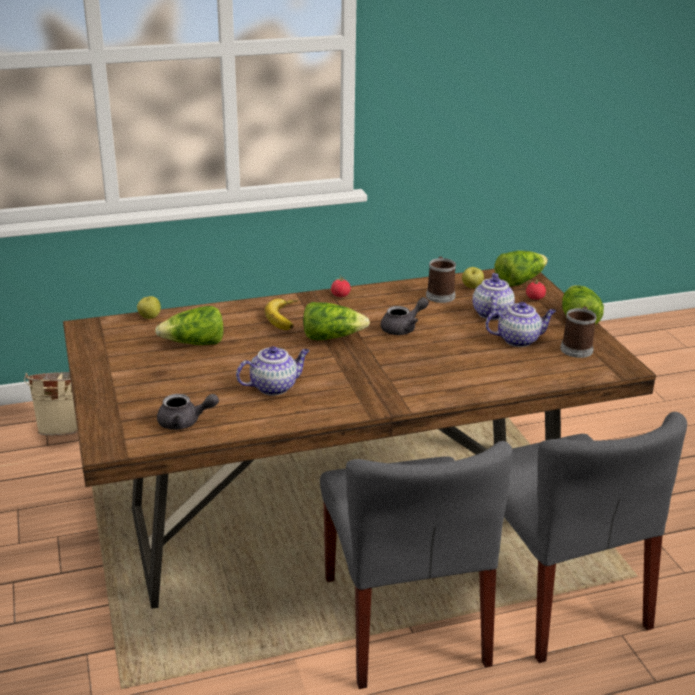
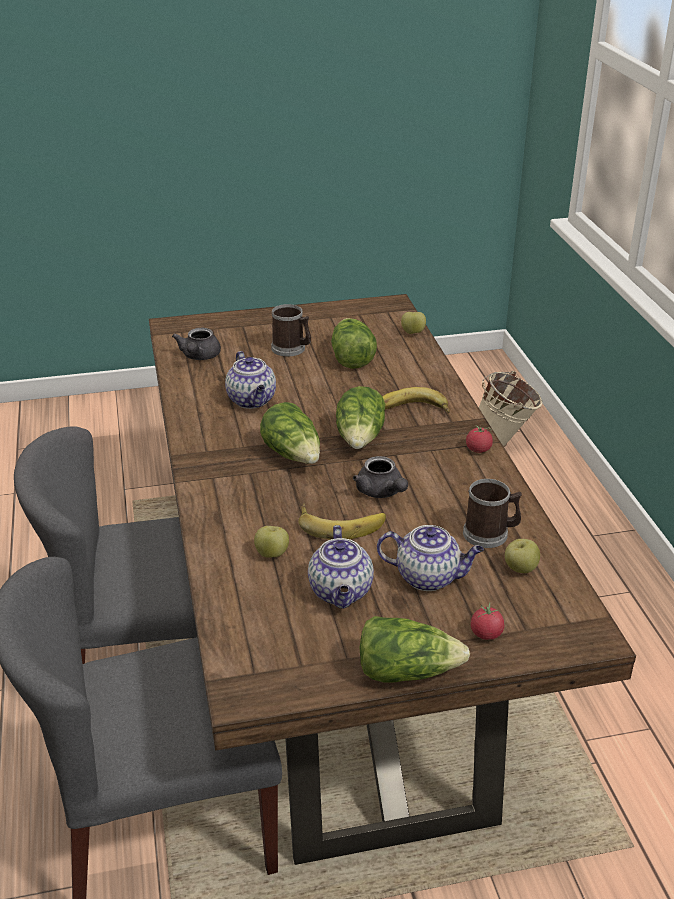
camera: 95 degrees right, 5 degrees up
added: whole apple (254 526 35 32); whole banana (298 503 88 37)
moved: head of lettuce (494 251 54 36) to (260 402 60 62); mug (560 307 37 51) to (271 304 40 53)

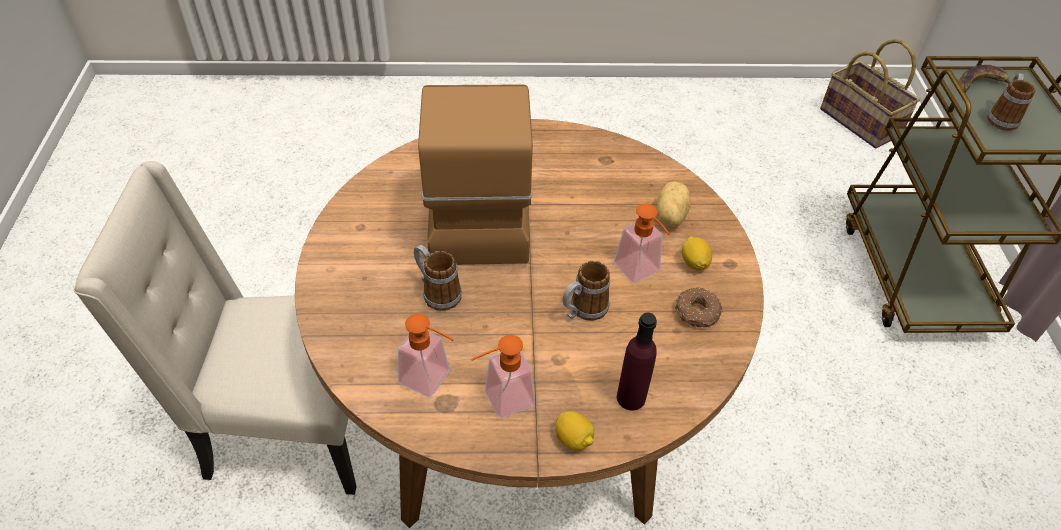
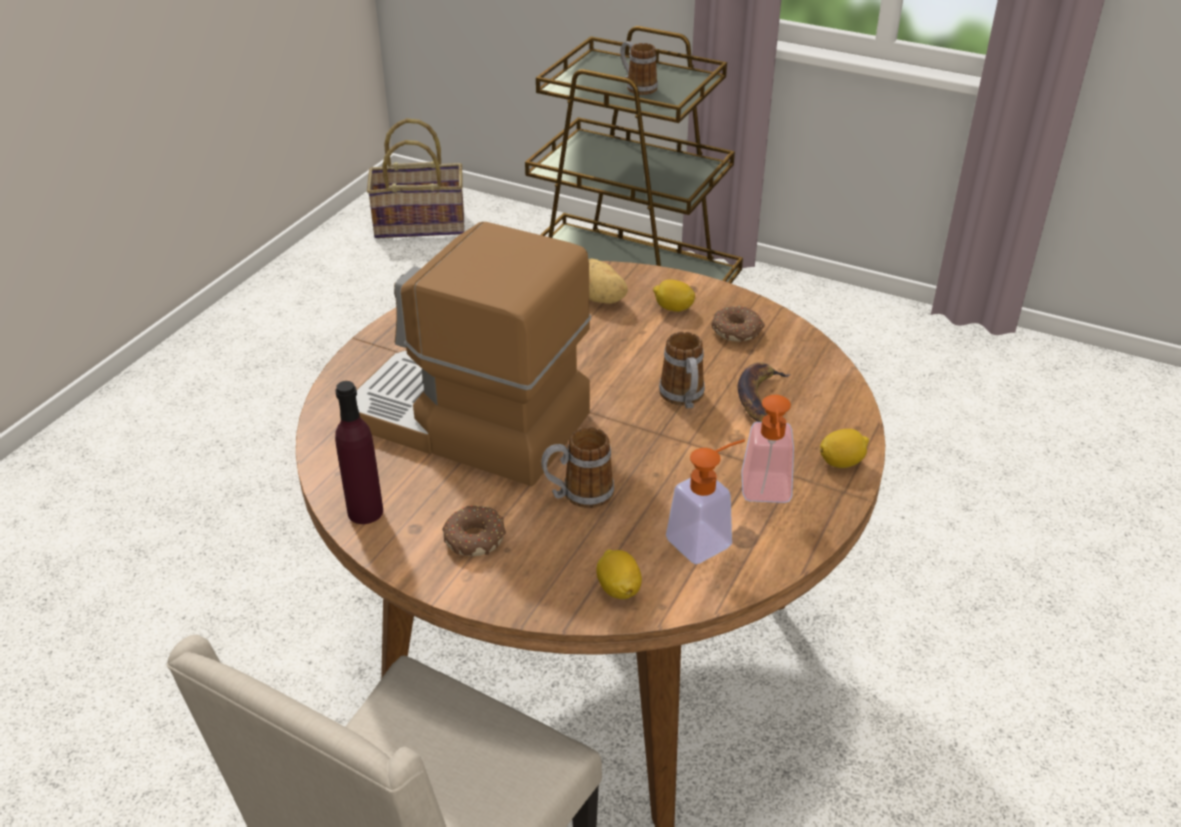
camera: 60 degrees left, 10 degrees down
removed: liquid soap bottle (614 204 56 79)
added: ring doughnut (442 505 64 51); citrus fruit (596 549 46 50)
moved: purplish drink bottle (617 312 40 99) to (335 381 48 143); whole banana (959 65 51 27) to (738 362 53 60)

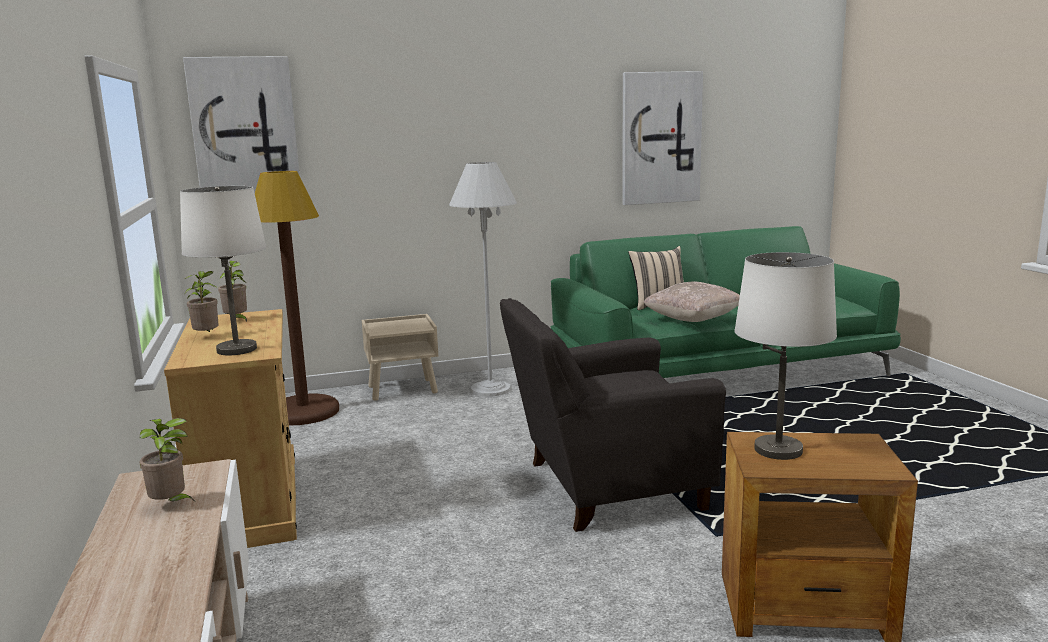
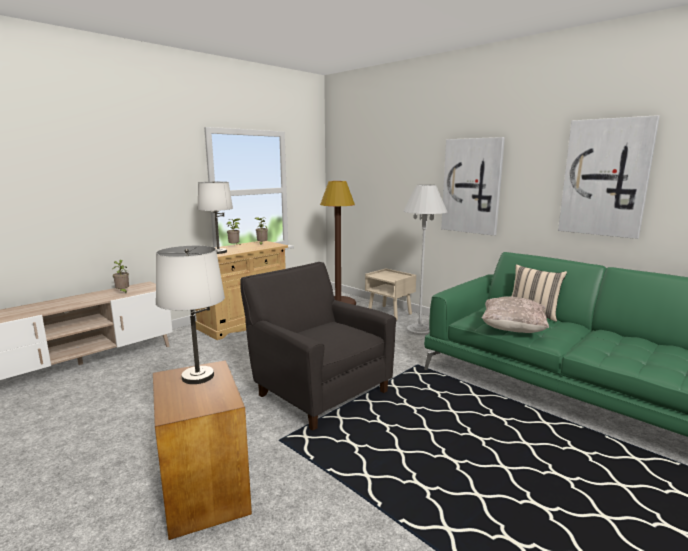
camera: 60 degrees right, 0 degrees up
moved: wall picture (183 56 117 137) to (441 137 64 99)

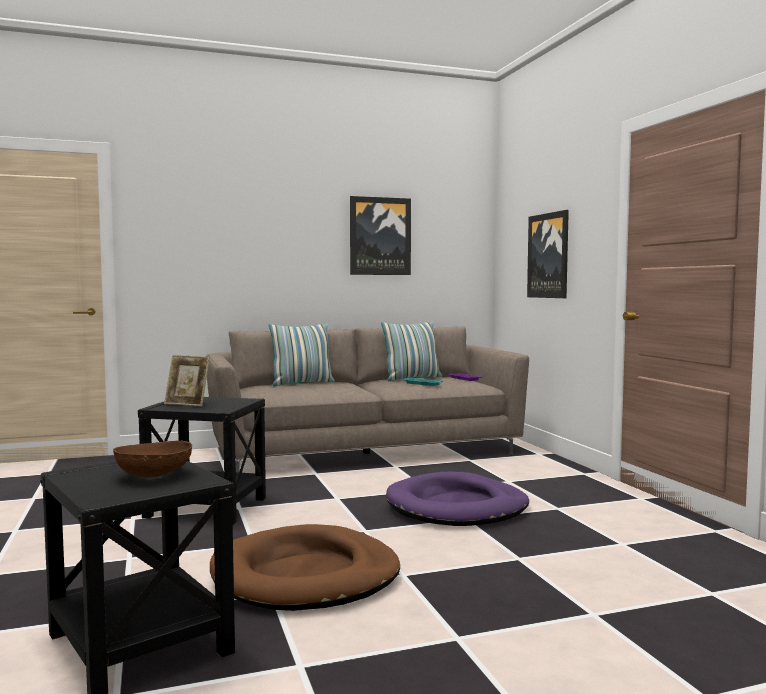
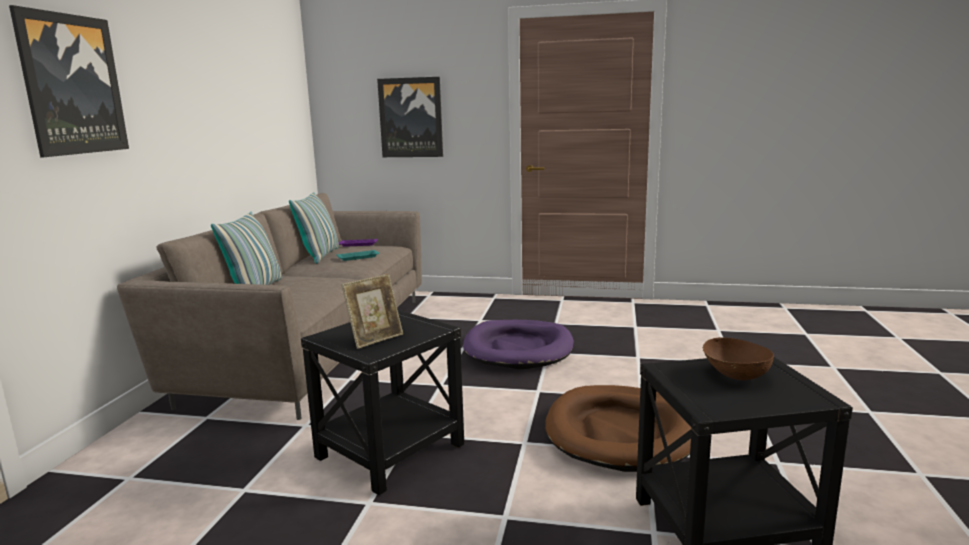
camera: 60 degrees left, 10 degrees up
moved: wall picture (350 196 61 79) to (9 5 120 152)

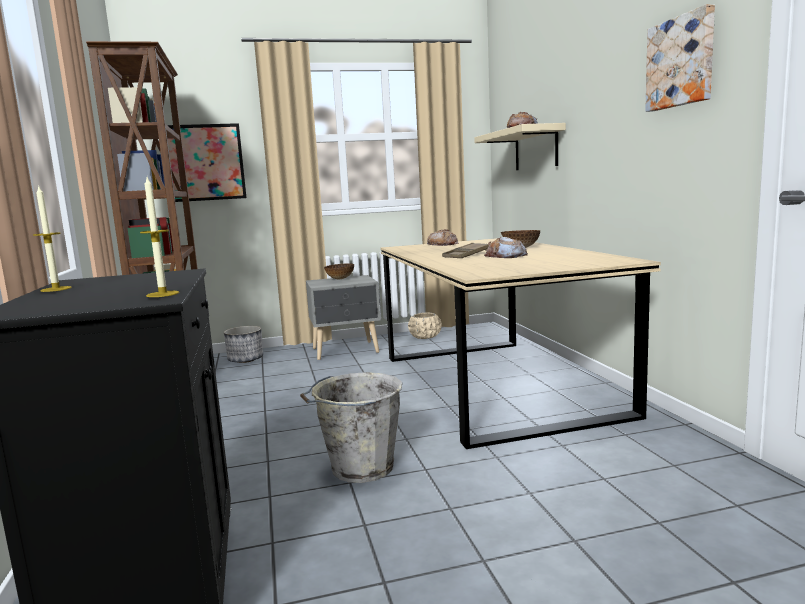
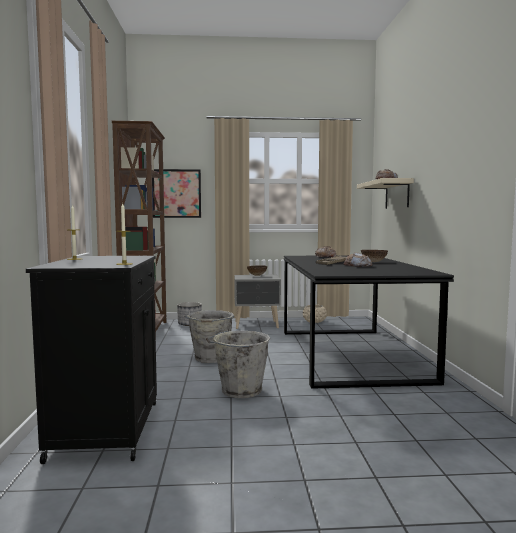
camera: 10 degrees right, 5 degrees down
removed: wall picture (645 4 70 108)
added: greyish bucket (184 310 51 53)
recoloured: beige kitchen table (381 238 280 211) to black kitchen table (284 255 170 134)

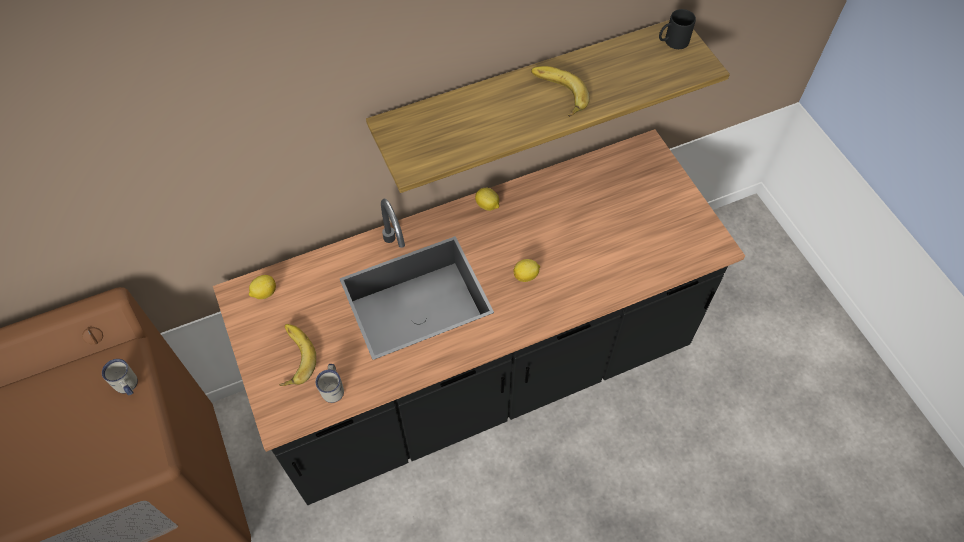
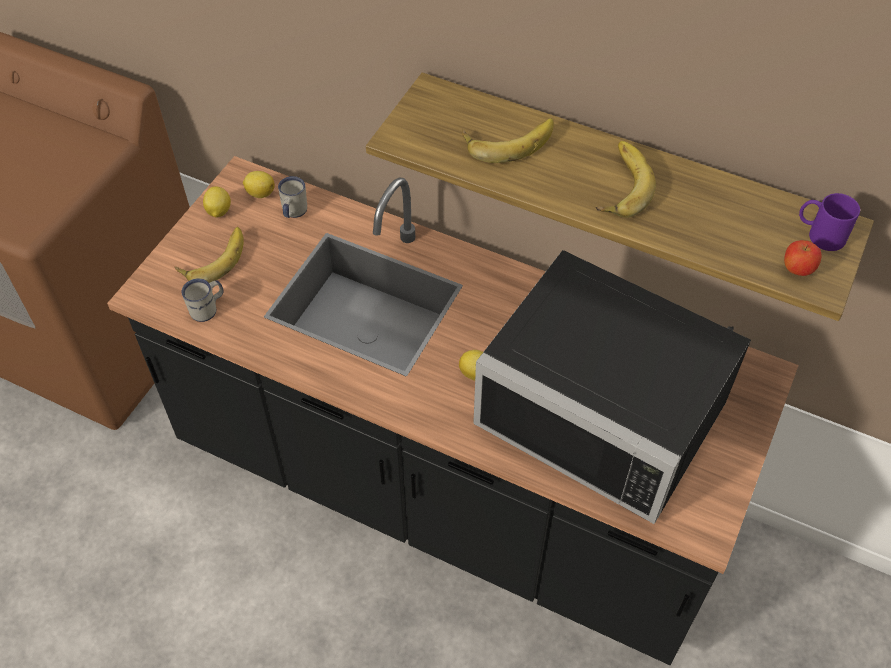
camera: 50 degrees right, 5 degrees down
added: whole banana (462 118 92 45); black microwave oven (473 250 278 274); whole apple (784 240 38 36)
moved: citrus fruit (475 188 24 23) to (203 186 28 32); whitish mug (102 359 36 37) to (278 176 29 42)
recoloured: black mug (659 9 37 40) to purplish mug (799 193 61 58)

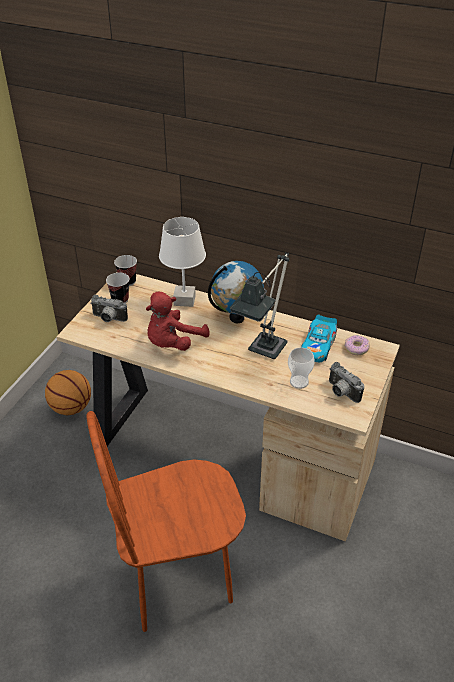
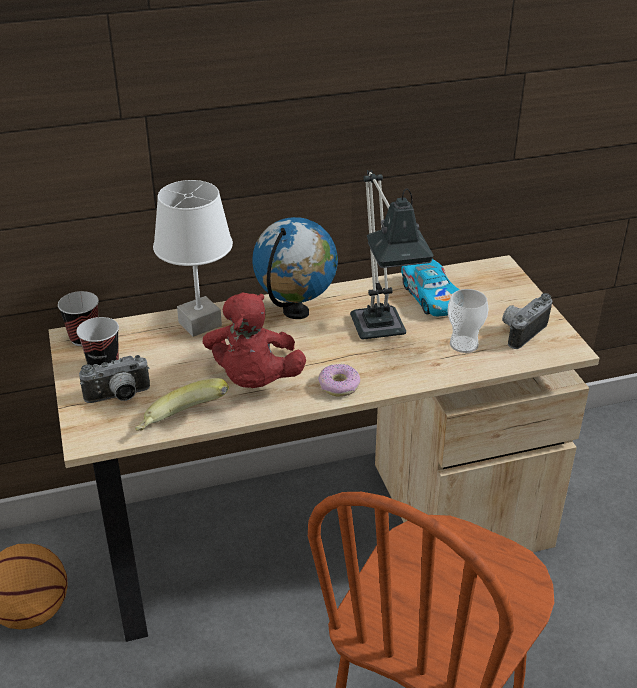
camera: 40 degrees left, 5 degrees down
added: whole banana (135 378 94 53)
moved: ring doughnut (344 335 26 20) to (318 364 42 33)
turned: still camera (329 362 35 41) = (502 293 50 56) 120 degrees clockwise

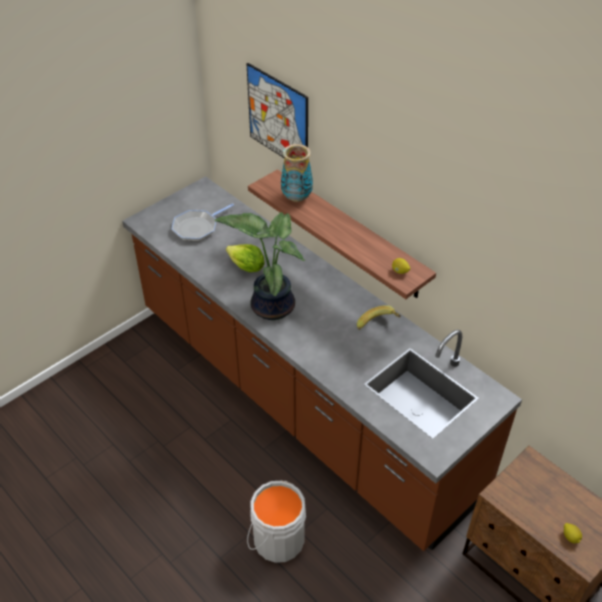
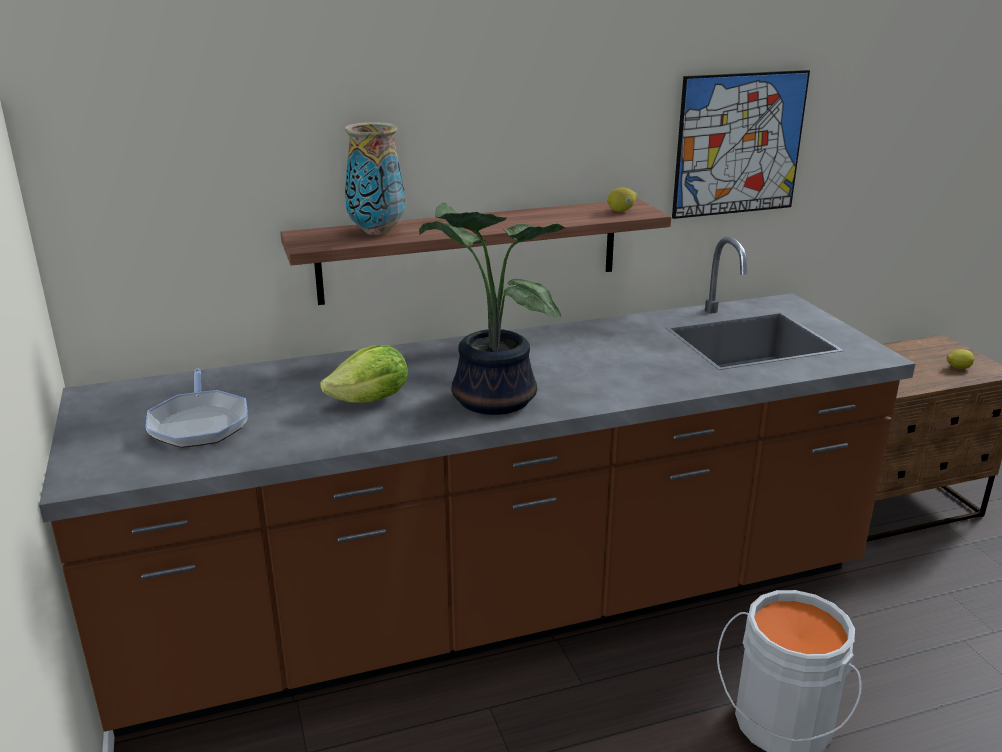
camera: 65 degrees left, 20 degrees down
removed: whole banana (357 305 44 25)
moved: wall picture (246 63 62 96) to (672 70 138 149)

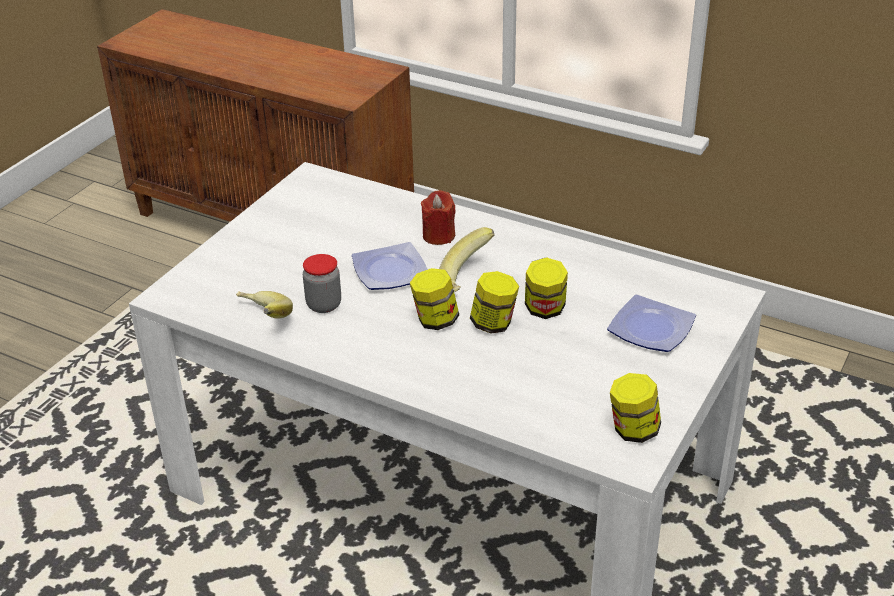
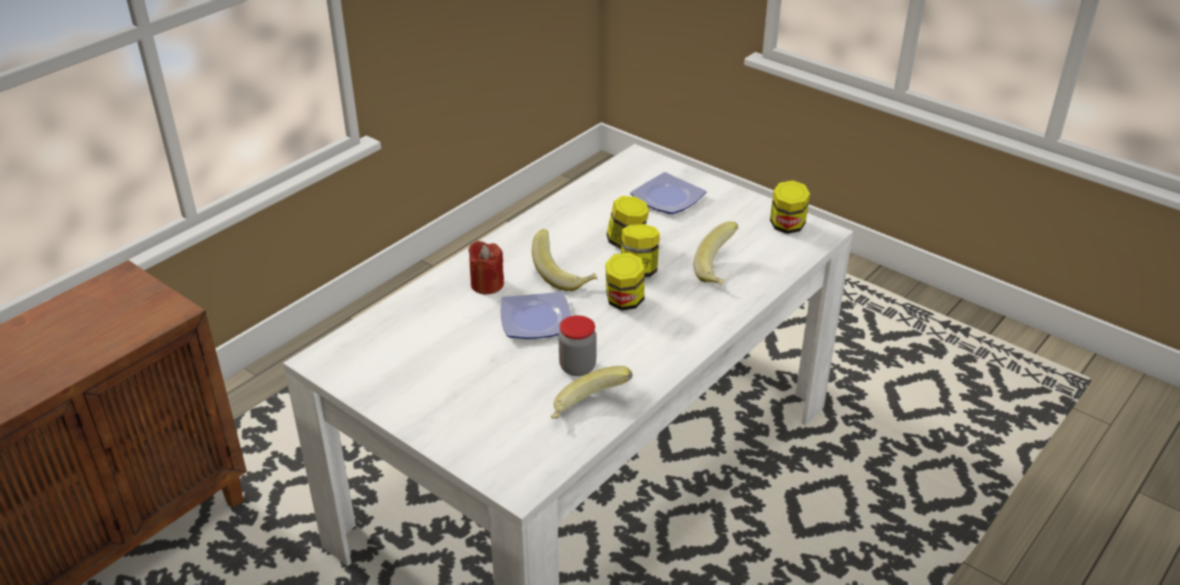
camera: 80 degrees left, 0 degrees up
added: whole banana (693 222 46 63)

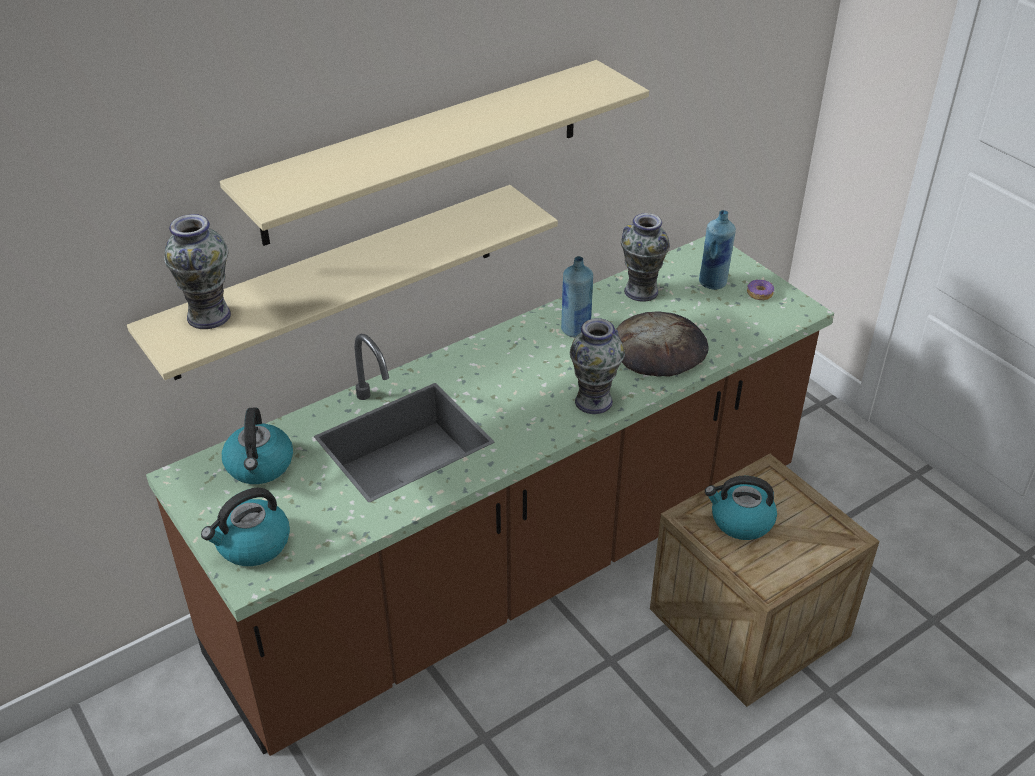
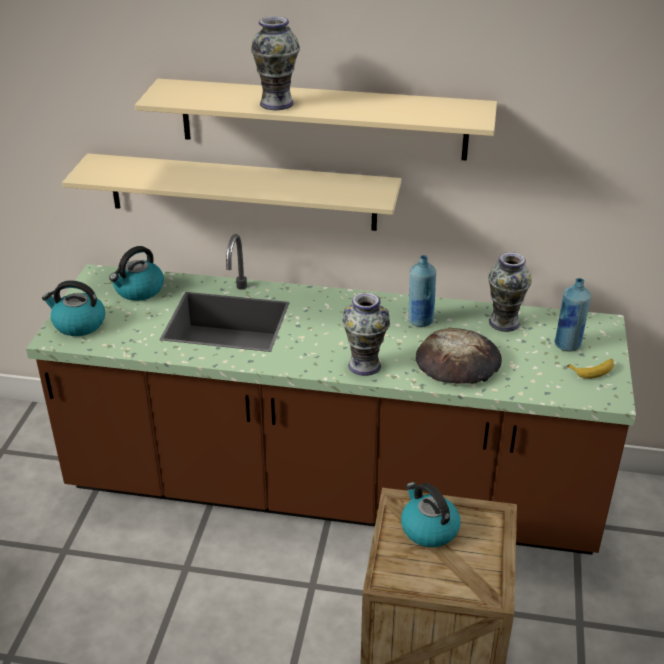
camera: 45 degrees right, 5 degrees down
moved: decorative vase (164 214 67 115) to (251 16 49 94)
replaced: ring doughnut (747 279 27 21) to whole banana (567 359 47 20)

